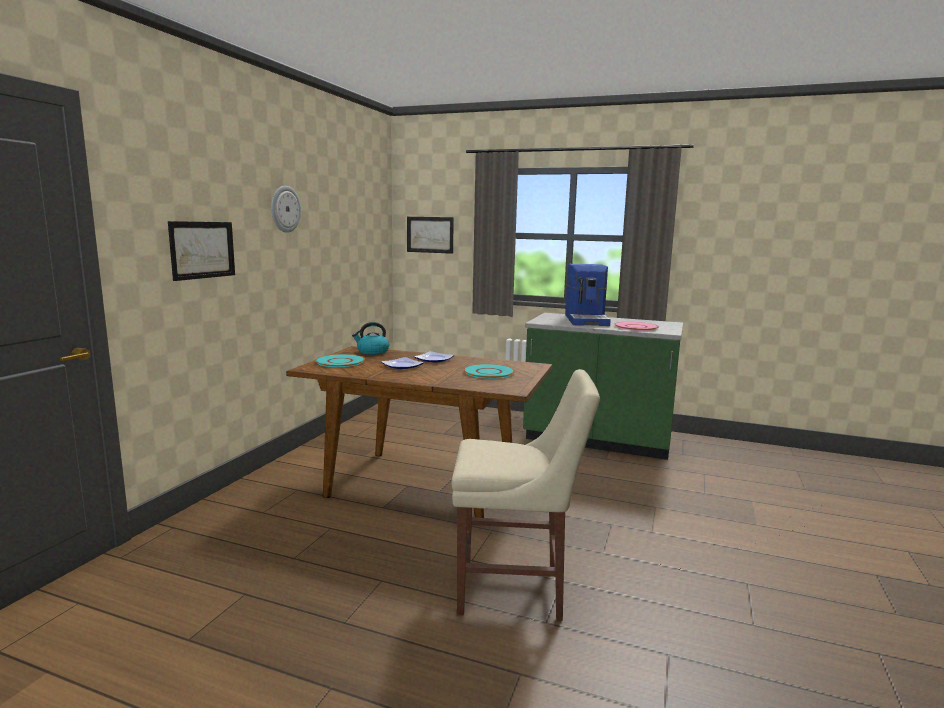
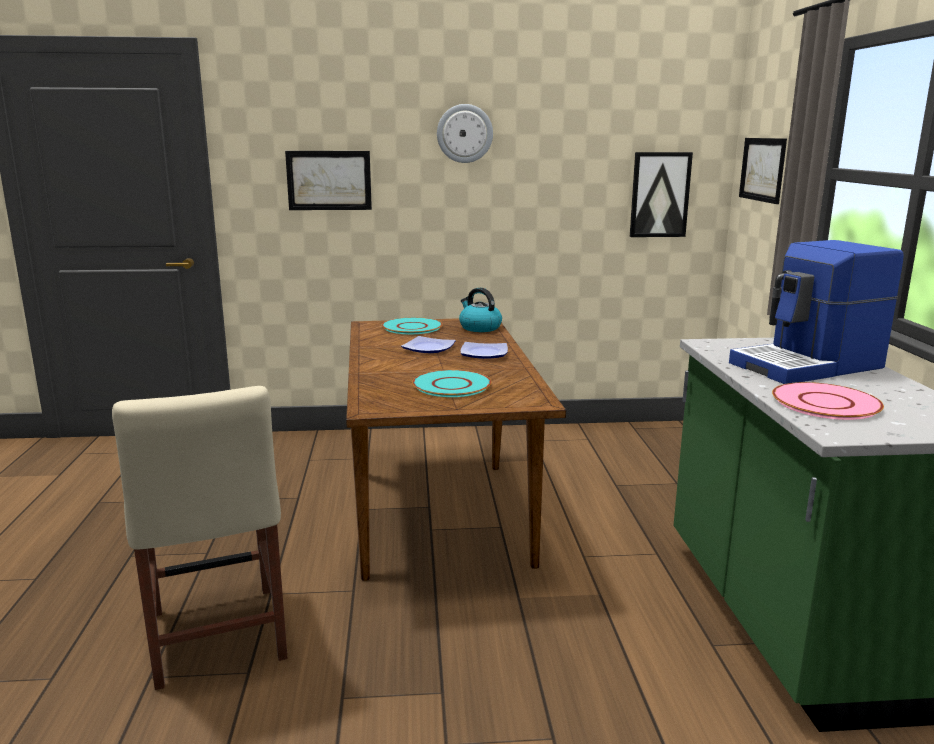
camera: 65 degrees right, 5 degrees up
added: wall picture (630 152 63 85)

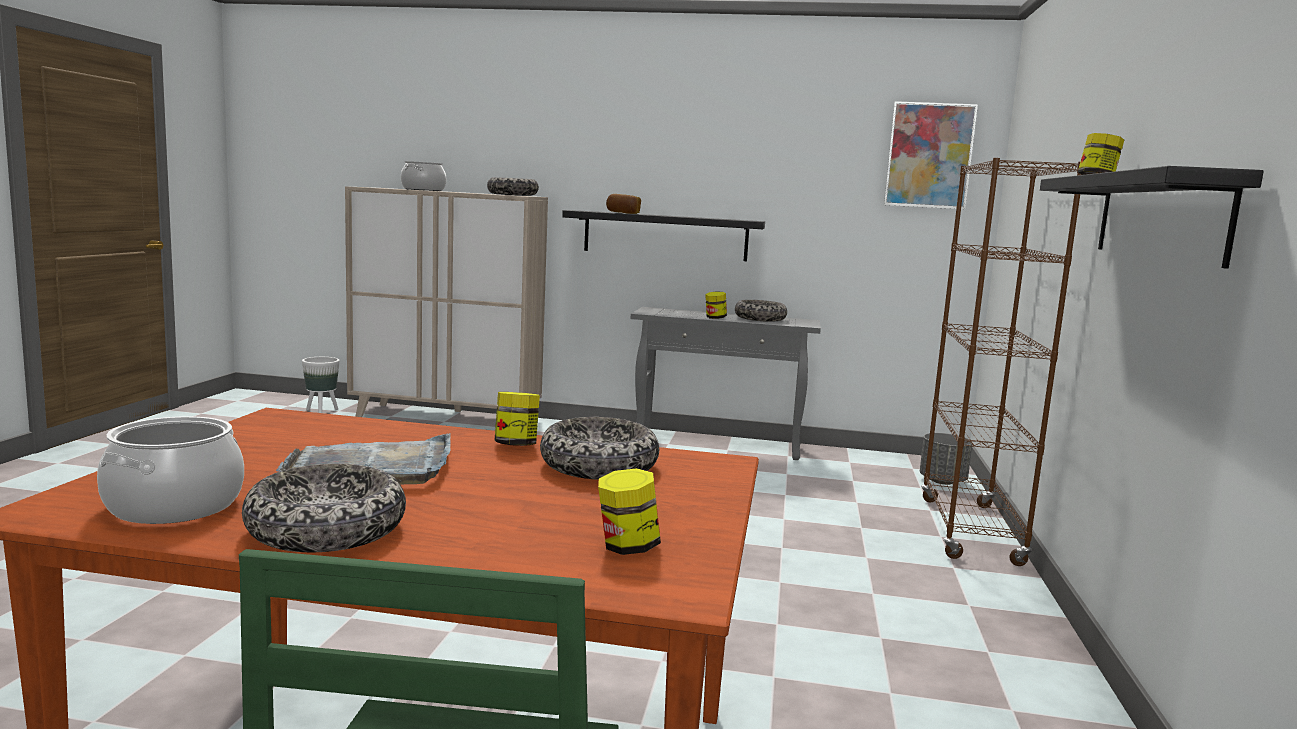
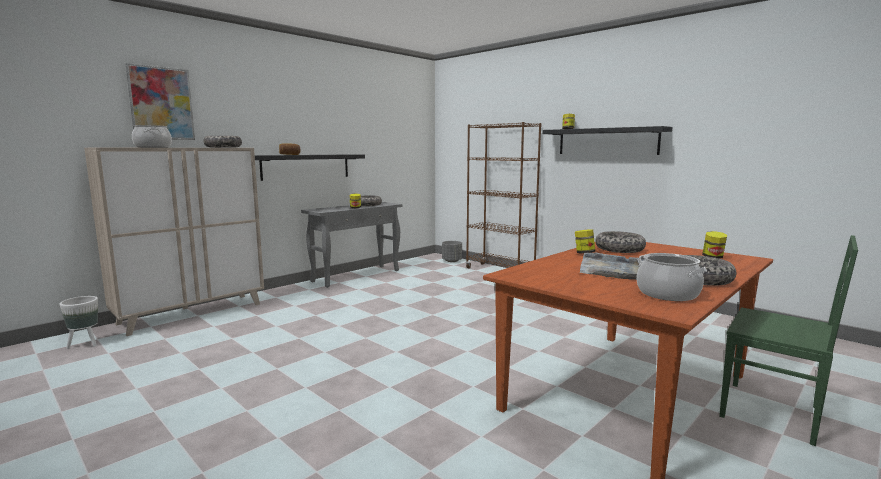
camera: 55 degrees left, 0 degrees up
moved: wall picture (884 101 94 108) to (126 63 69 77)

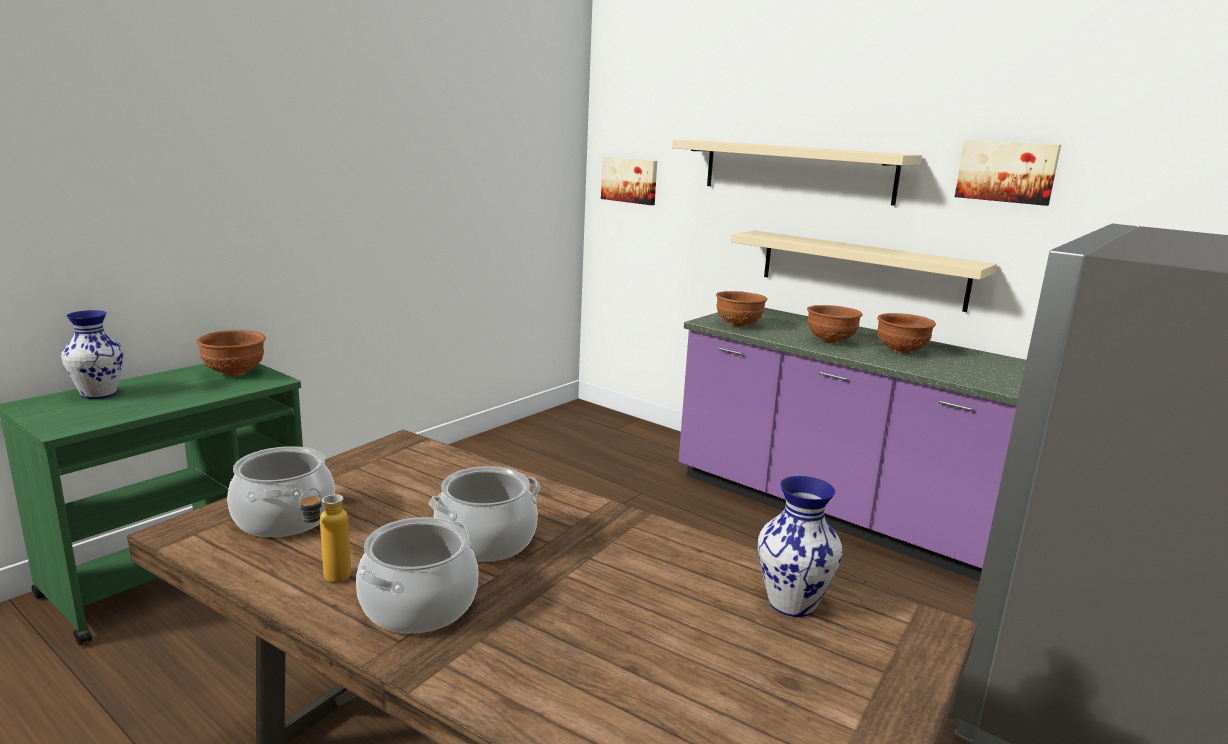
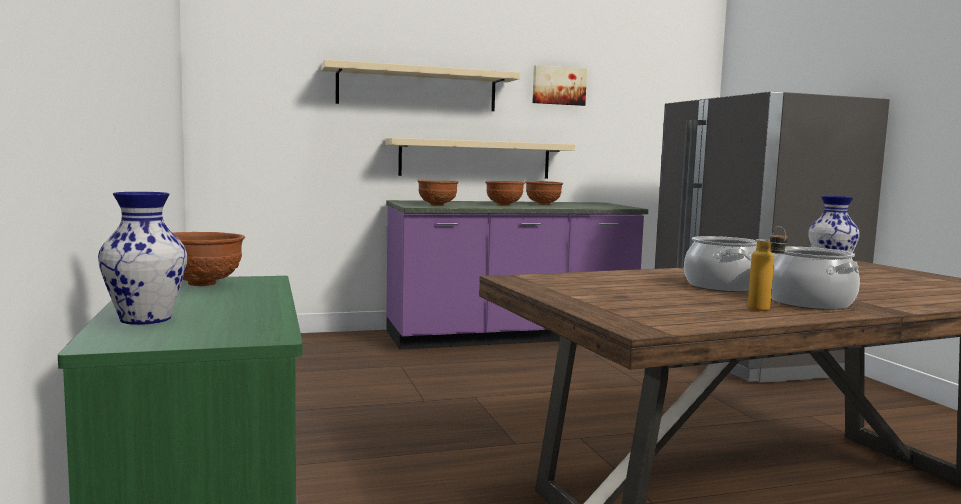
camera: 55 degrees left, 10 degrees down
removed: cooking pot (227 446 108 91); wall picture (601 157 56 48)

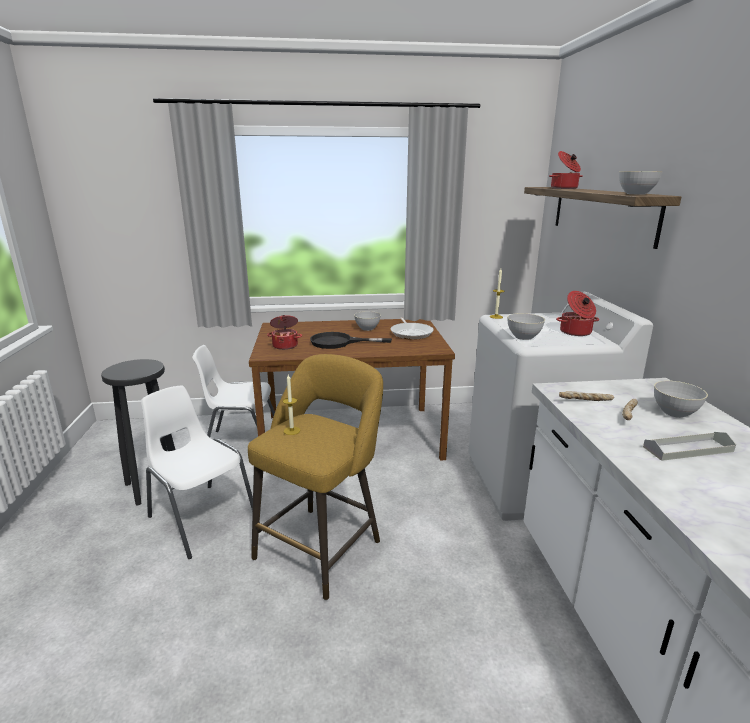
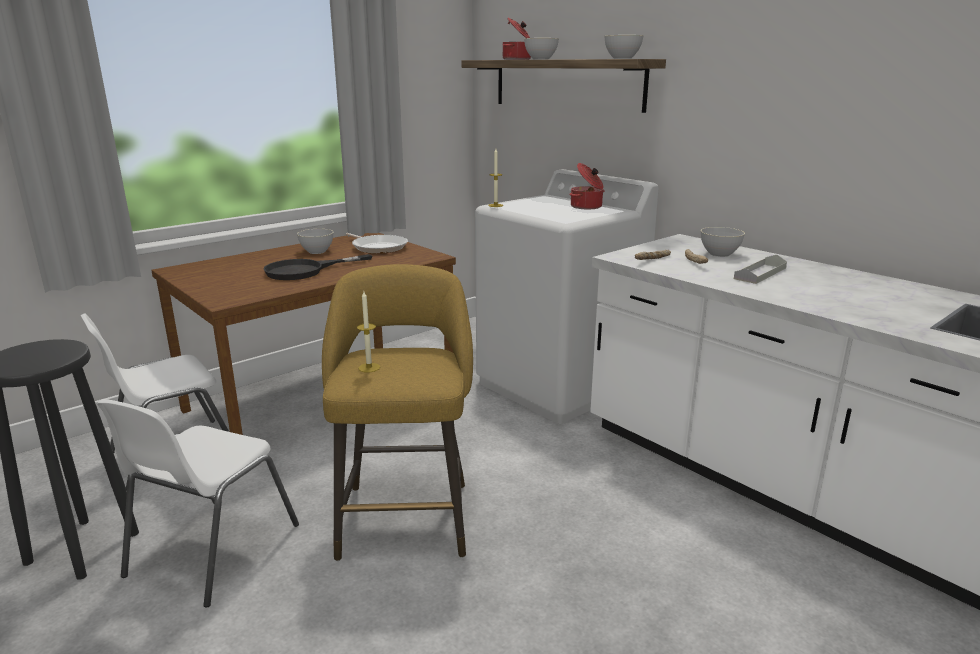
camera: 35 degrees left, 0 degrees up
removed: cooking pot (267 315 35 35)
moved: greyish serving bowl (507 313 38 27) to (524 38 35 21)
turned: whitish chair (141 385 112 174) = (97 399 202 208) 75 degrees counterclockwise

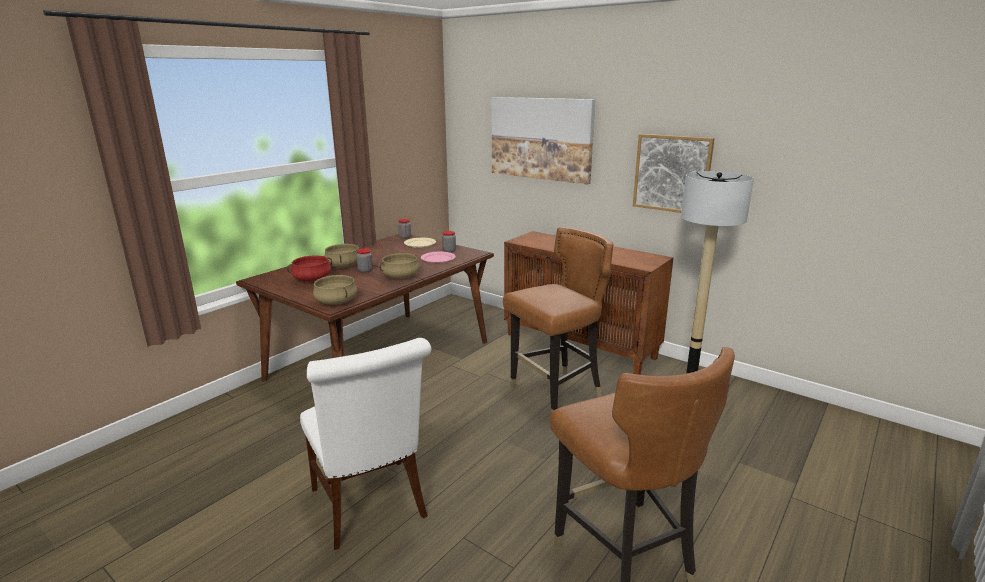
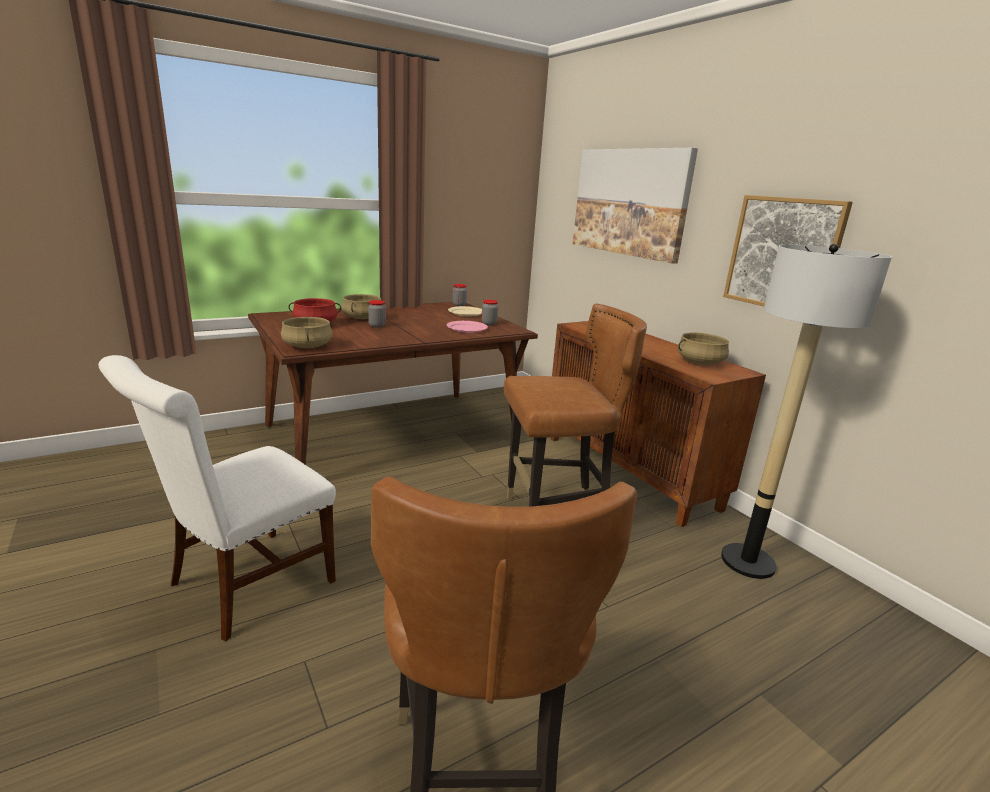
camera: 20 degrees right, 0 degrees up
moved: beige cooking pot (380 253 40 26) to (677 332 52 33)
turned: whitish chair (300 338 132 212) = (98 355 238 287) 45 degrees clockwise

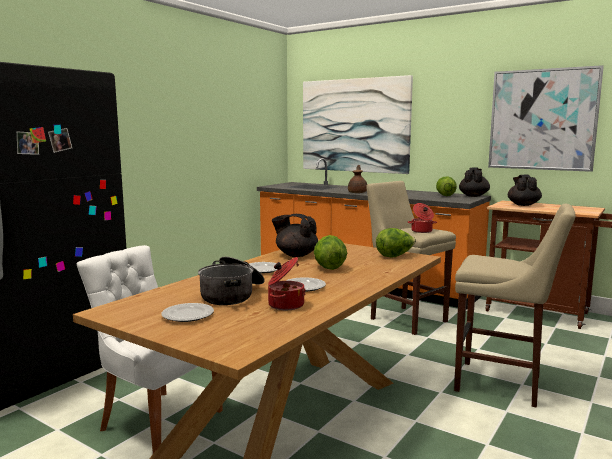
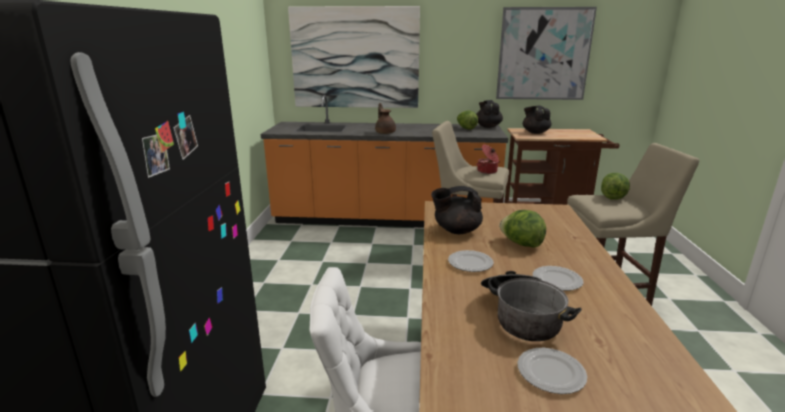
camera: 30 degrees left, 10 degrees up
removed: cooking pot (268 257 38 53)
moved: head of lettuce (376 228 40 29) to (601 173 29 27)

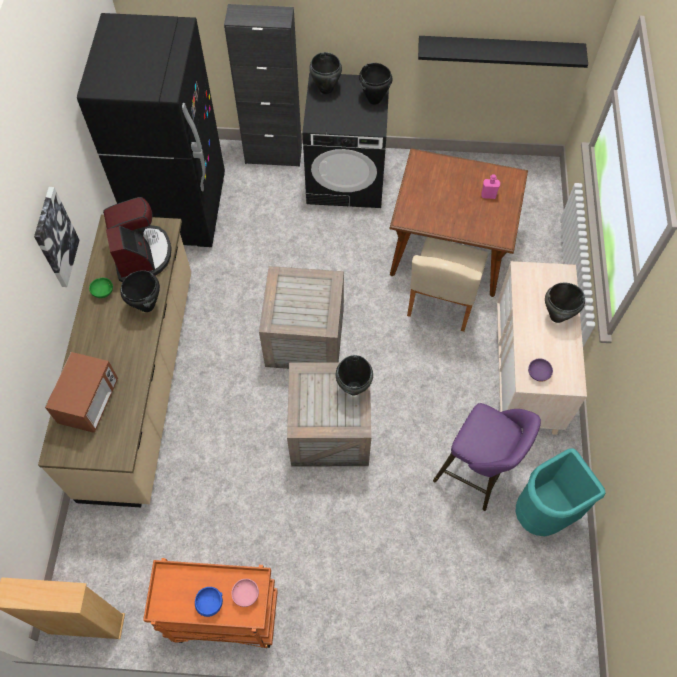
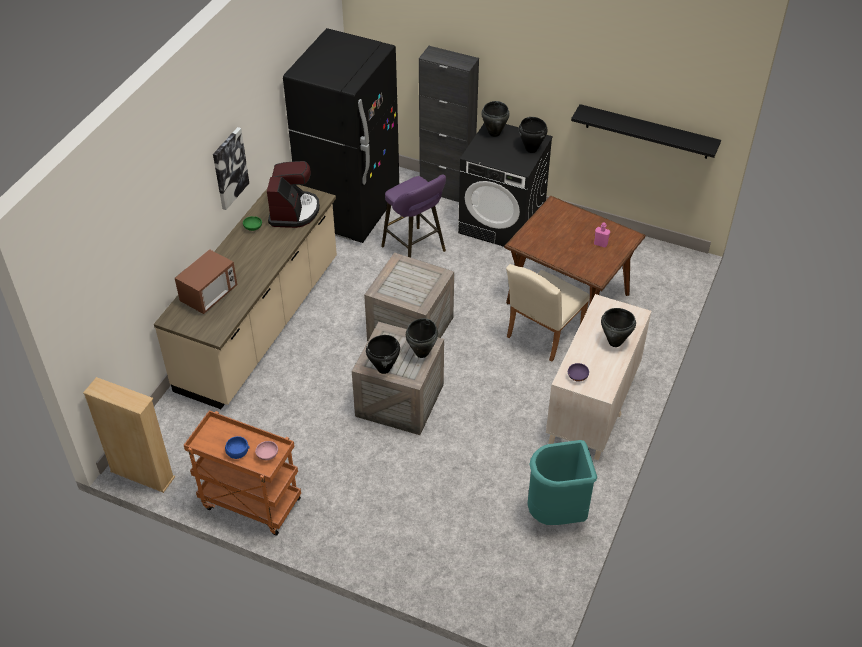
camera: 20 degrees right, 15 degrees down
moved: black cooking pot (120 270 40 42) to (366 335 34 39); purplish sitting stool (433 403 108 108) to (381 174 65 84)

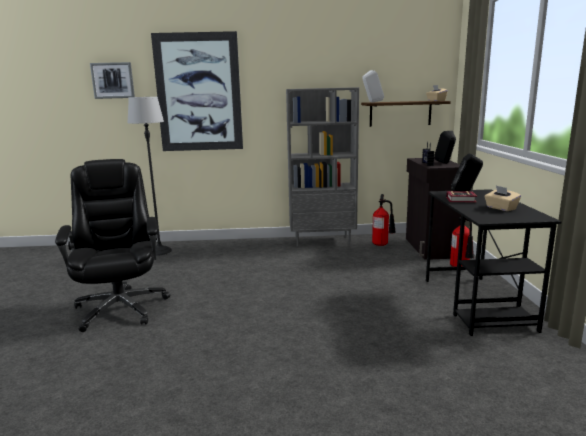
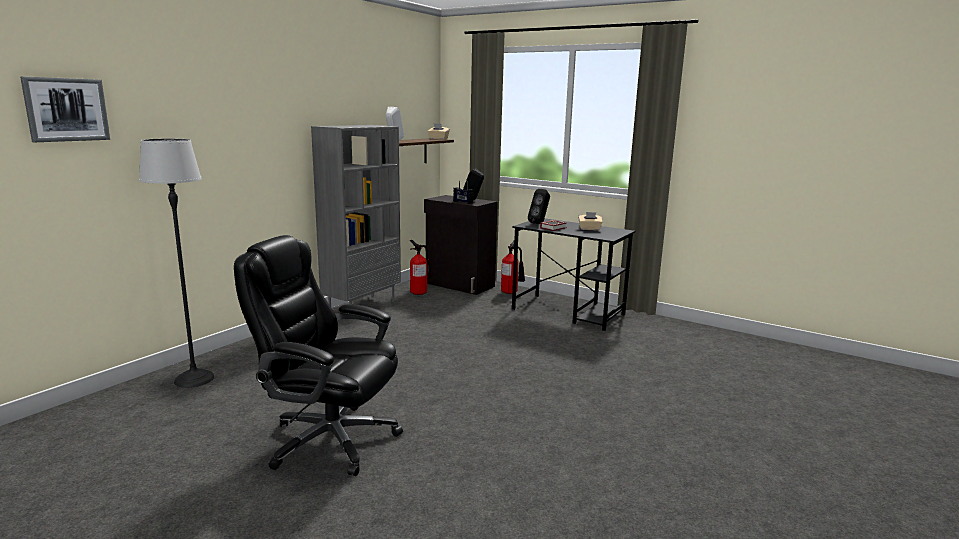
camera: 55 degrees left, 0 degrees up
removed: wall picture (151 31 92 120)

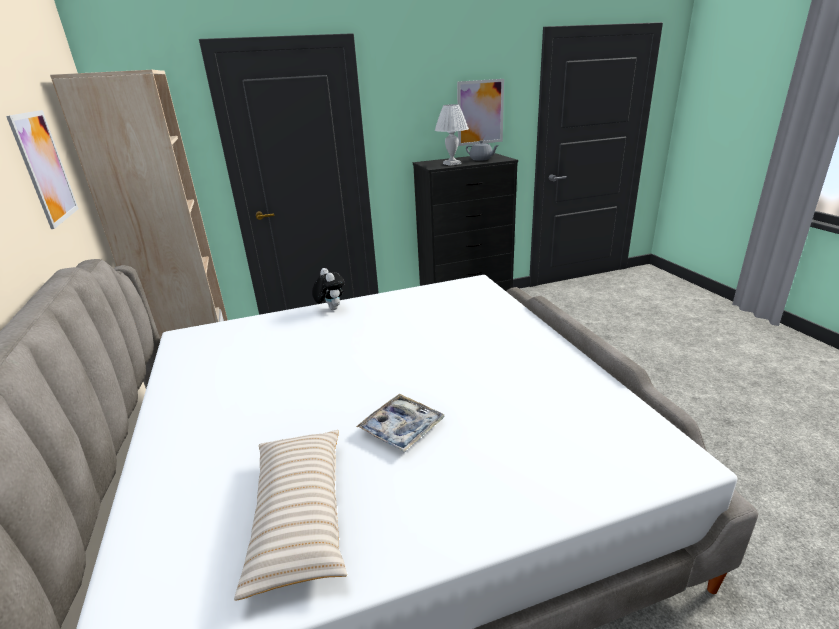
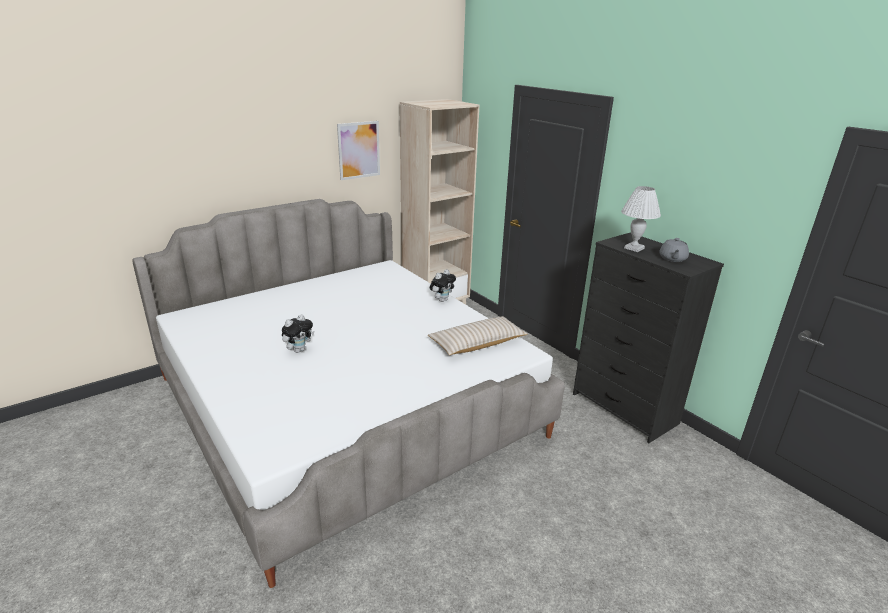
camera: 70 degrees right, 0 degrees up
removed: wall picture (457 79 47 67)
moved: beige throw pillow (234 430 113 171) to (428 316 100 39)
replaced: serving tray (356 394 89 58) to plush toy (282 314 32 39)

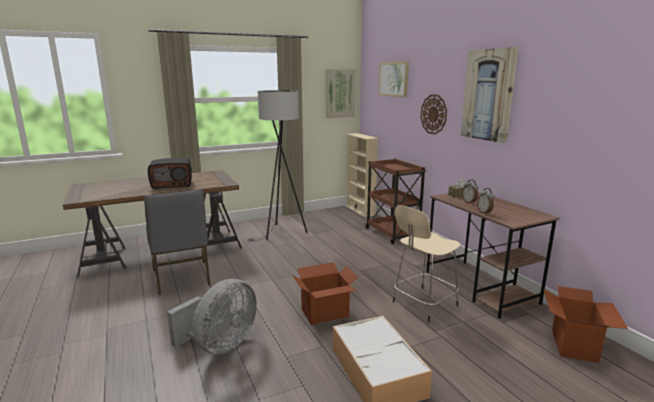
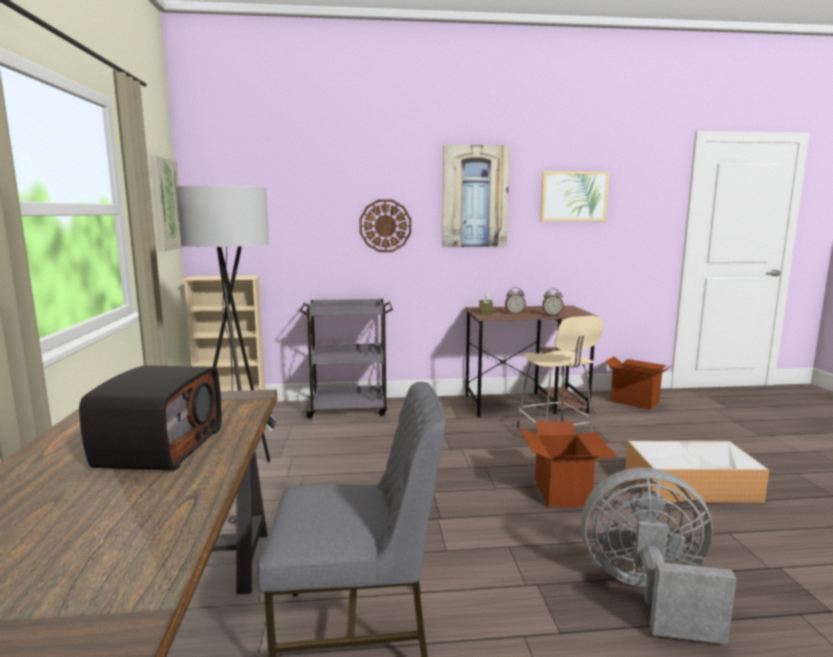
camera: 70 degrees left, 5 degrees down
moved: wall picture (379 61 30 36) to (540 171 69 50)
recoloured: brown-coloured trolley (365 159 61 85) to greyish trolley (299 299 94 120)
turned: greyish electric fan (167 279 90 75) = (581 468 156 176) 45 degrees counterclockwise

